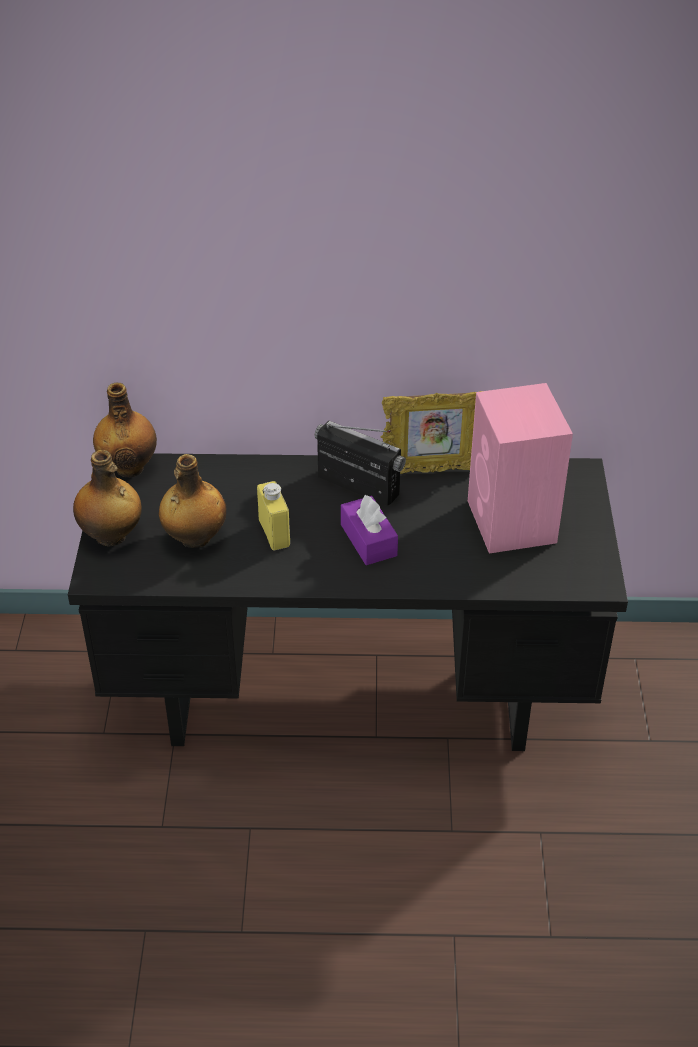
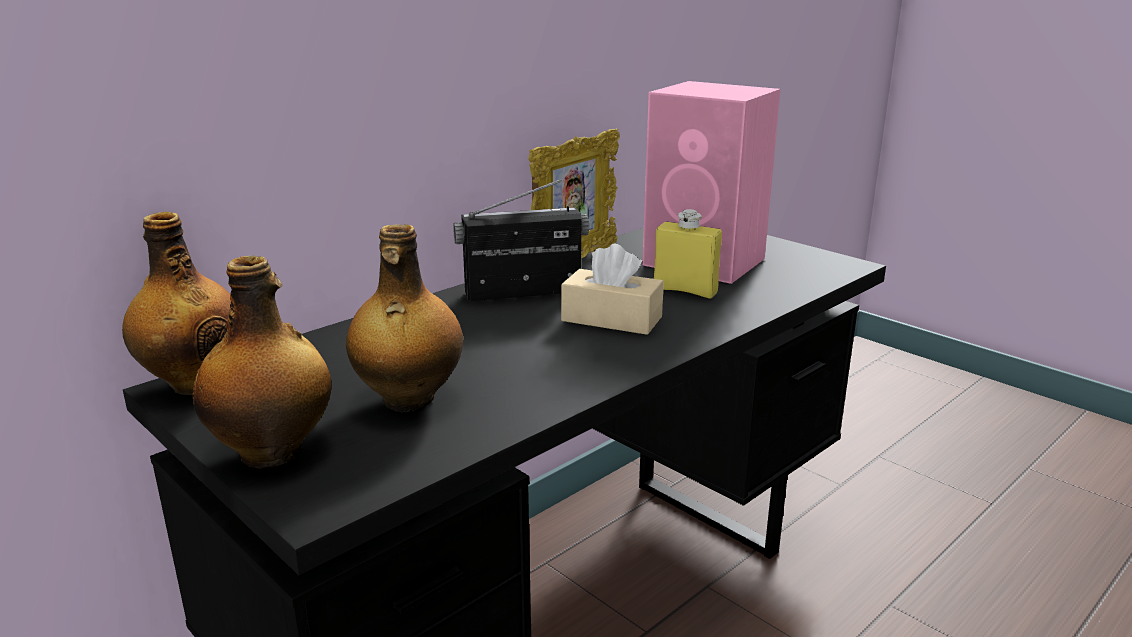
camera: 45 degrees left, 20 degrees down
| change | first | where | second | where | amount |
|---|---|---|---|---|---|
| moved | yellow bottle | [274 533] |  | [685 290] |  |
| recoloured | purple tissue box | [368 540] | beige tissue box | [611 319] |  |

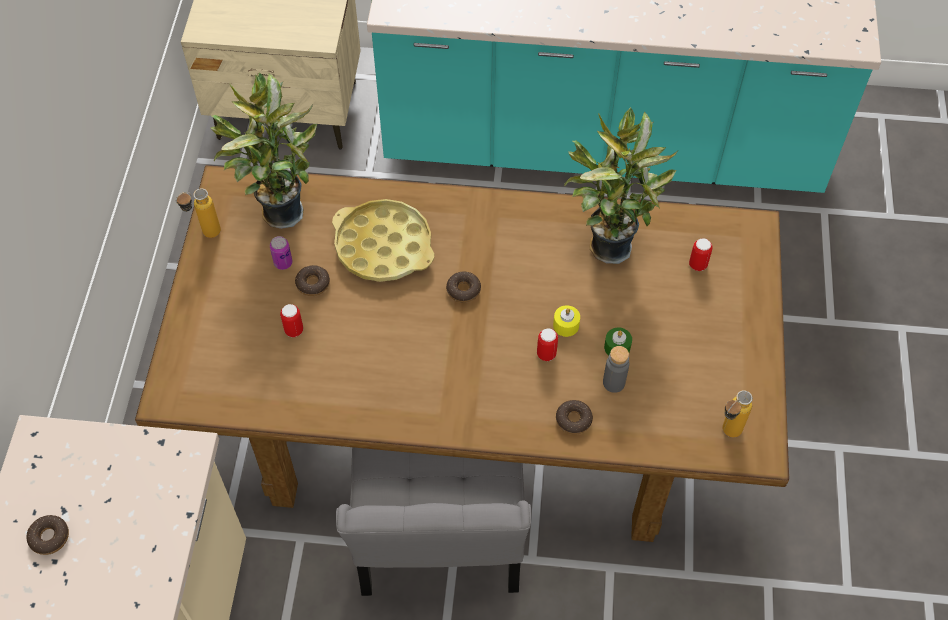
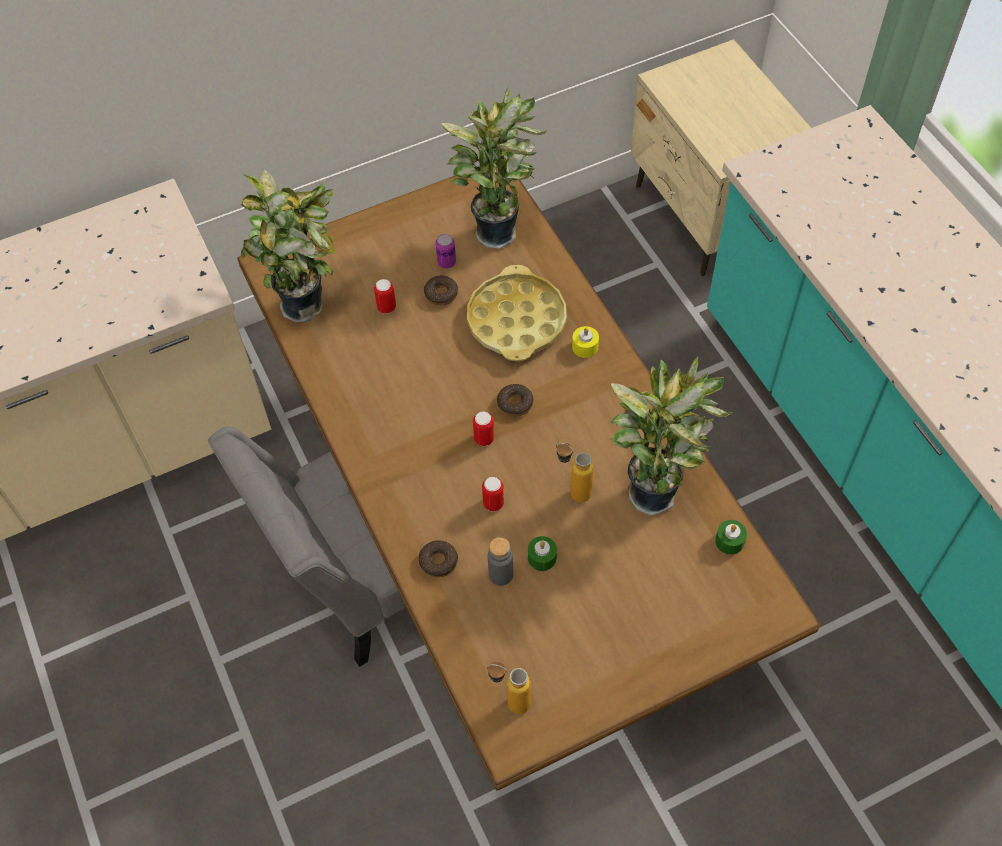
camera: 60 degrees right, 0 degrees up
| change | first | where | second | where | amount |
|---|---|---|---|---|---|
| removed | donut | [49 537] |  |  |  |
| added |  |  | potted plant | [308 304] |  |
| added |  |  | green candle | [729 541] |  |
| moved | bottle | [205 234] |  | [572 491] |  |
| moved | yellow candle | [566 325] |  | [585 347] |  |
| moved | can | [698 265] |  | [484 439] |  |

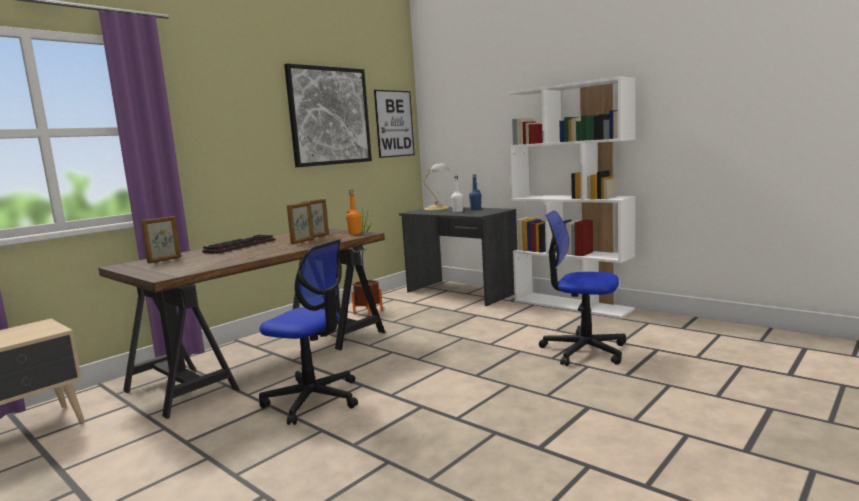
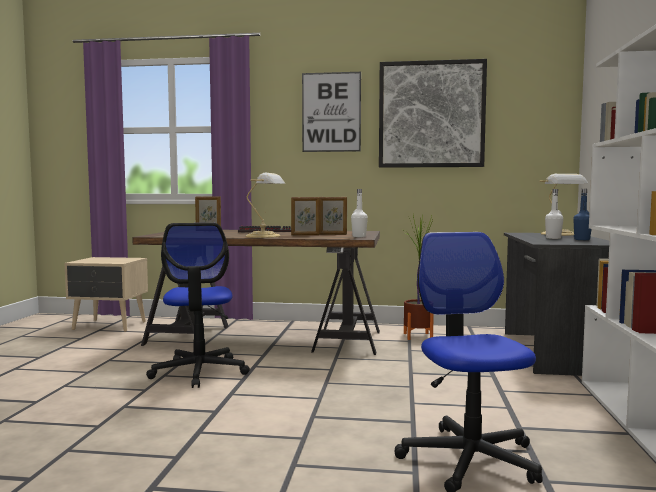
camera: 55 degrees right, 5 degrees down
| change | first | where | second | where | amount |
|---|---|---|---|---|---|
| added |  |  | table lamp | [265 236] |  |
| moved | picture | [394 123] |  | [331 112] |  |
| recoloured | orange bottle | [355 233] | white bottle | [359 236] |  |

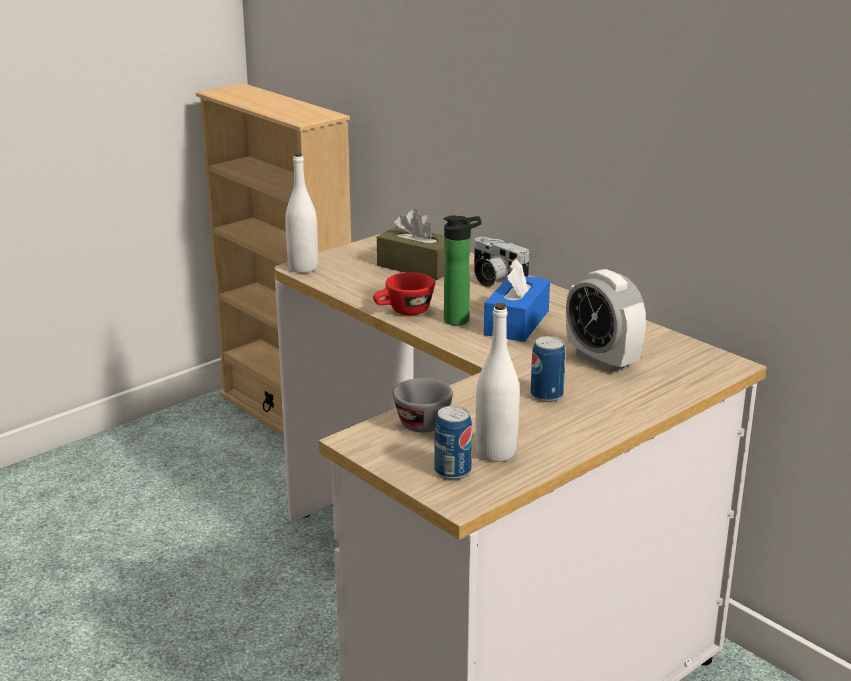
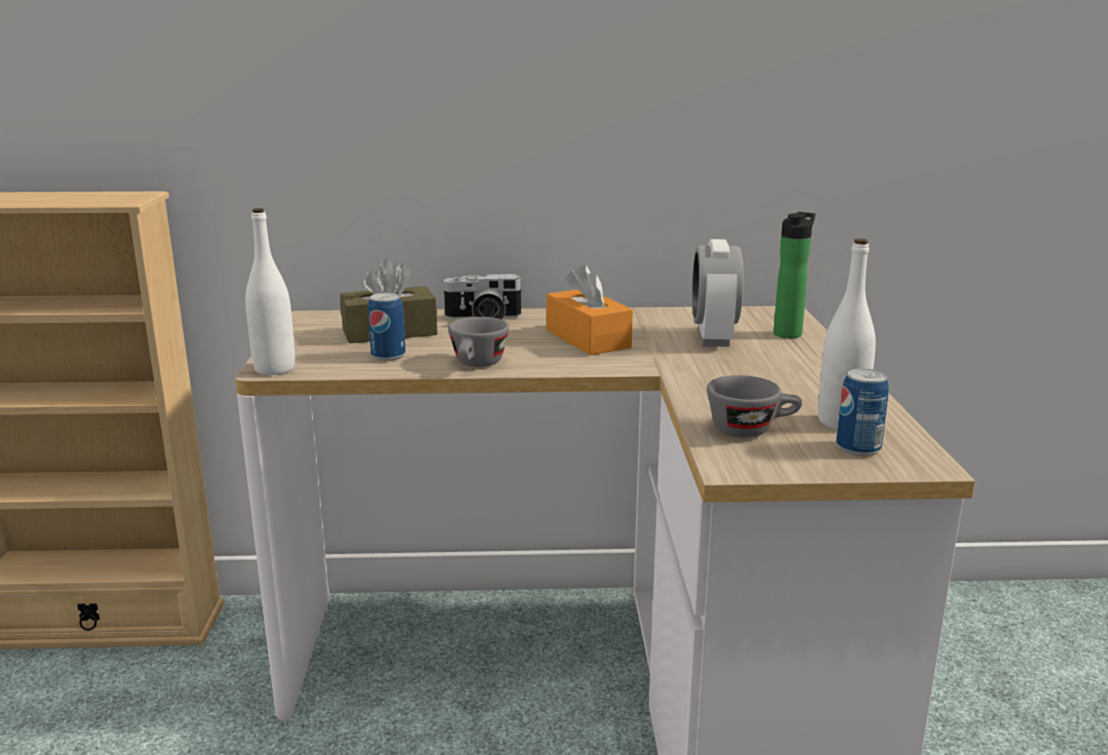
camera: 50 degrees left, 5 degrees down
| change | first | where | second | where | amount |
|---|---|---|---|---|---|
| moved | bottle | [460 320] |  | [789 333] |  |
| moved | can | [546 395] |  | [388 356] |  |
| recoloured | red cup | [403 312] | grey cup | [477 365] |  |
| recoloured | blue tissue box | [516 323] | orange tissue box | [588 339] |  |
| turned | alarm clock | [602 360] |  | [713 338] | 90 degrees clockwise |

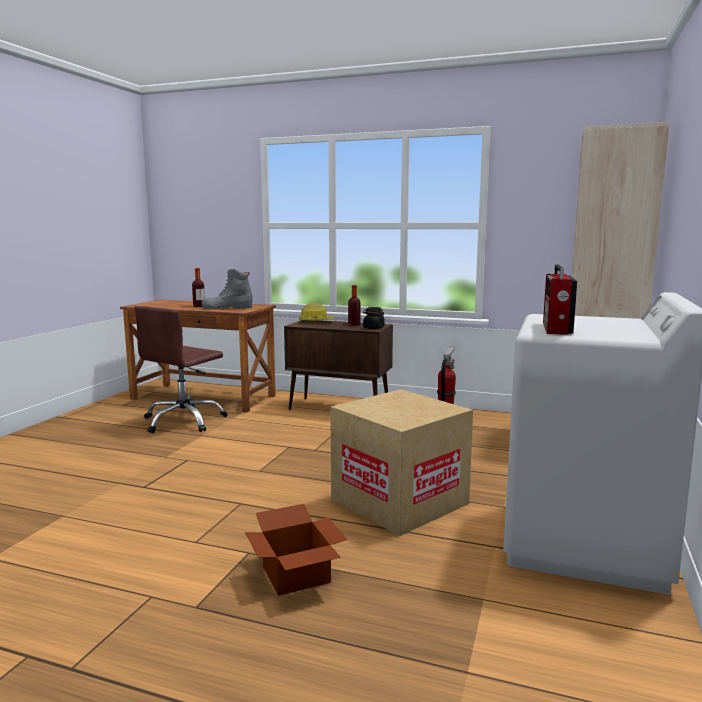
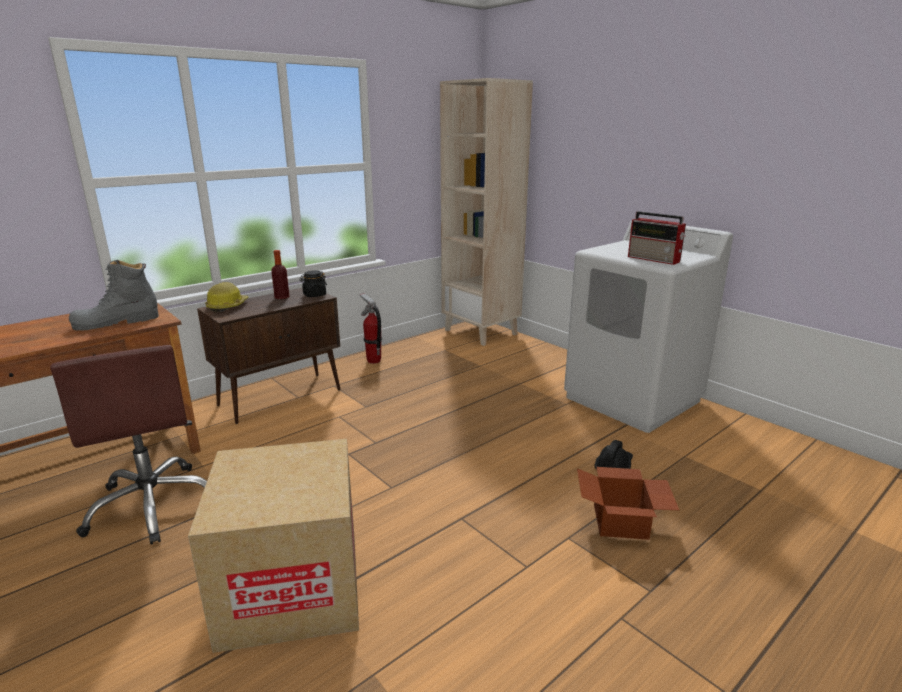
camera: 60 degrees left, 10 degrees up
| change | first | where | second | where | amount |
|---|---|---|---|---|---|
| removed | bottle | [199 306] |  |  |  |
| added |  |  | black hard hat | [613 466] |  |
| moved | cardboard box | [399 501] |  | [292 588] |  |
| turned | grey boot | [227 308] |  | [117 322] | 45 degrees clockwise |

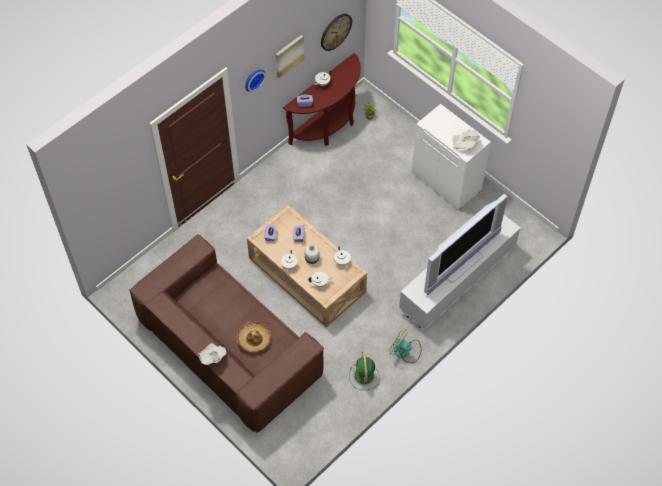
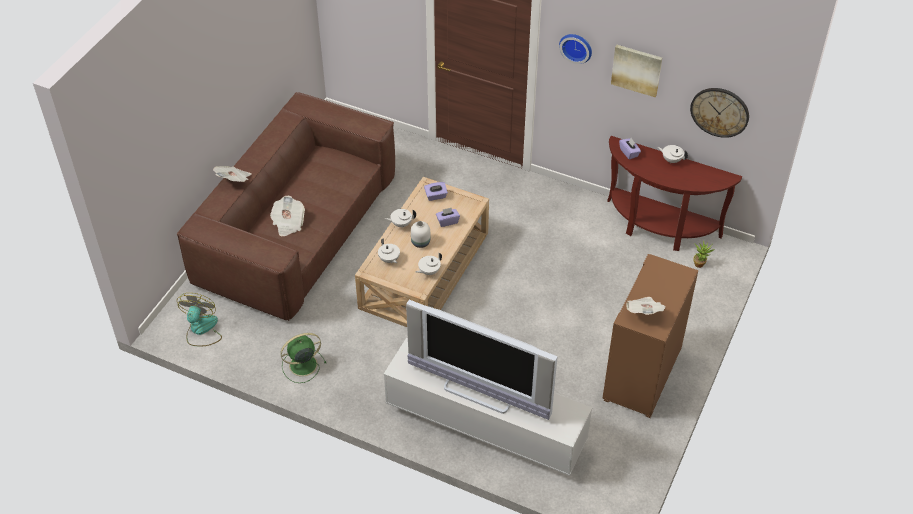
camera: 70 degrees right, 10 degrees down
| change | first | where | second | where | amount |
|---|---|---|---|---|---|
| moved | fan | [405 351] |  | [201 330] |  |
| replaced | hat | [254 339] | newspaper | [288 223] |  |
| recoloured | white cabinet | [447 181] | brown cabinet | [643 374] |  |

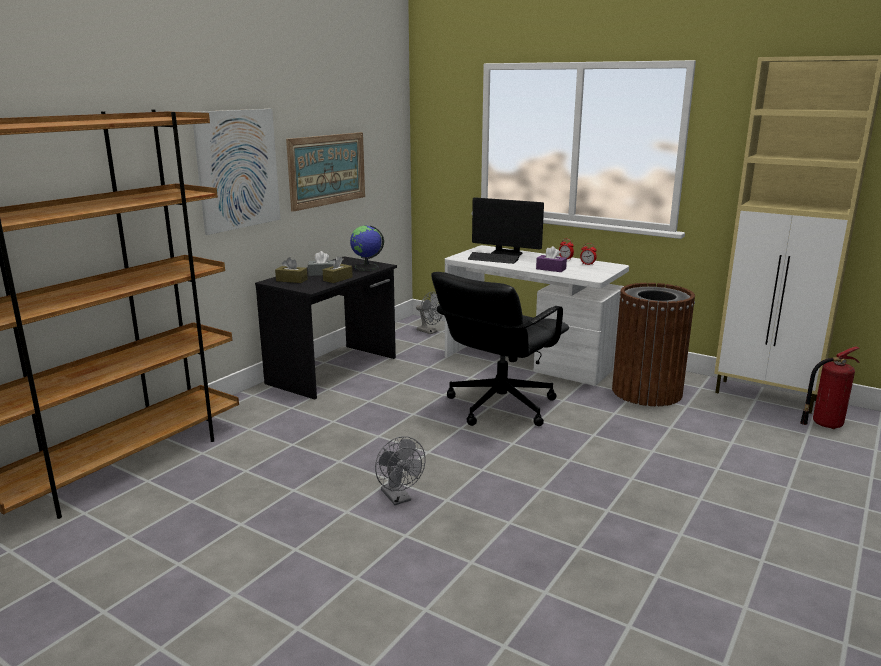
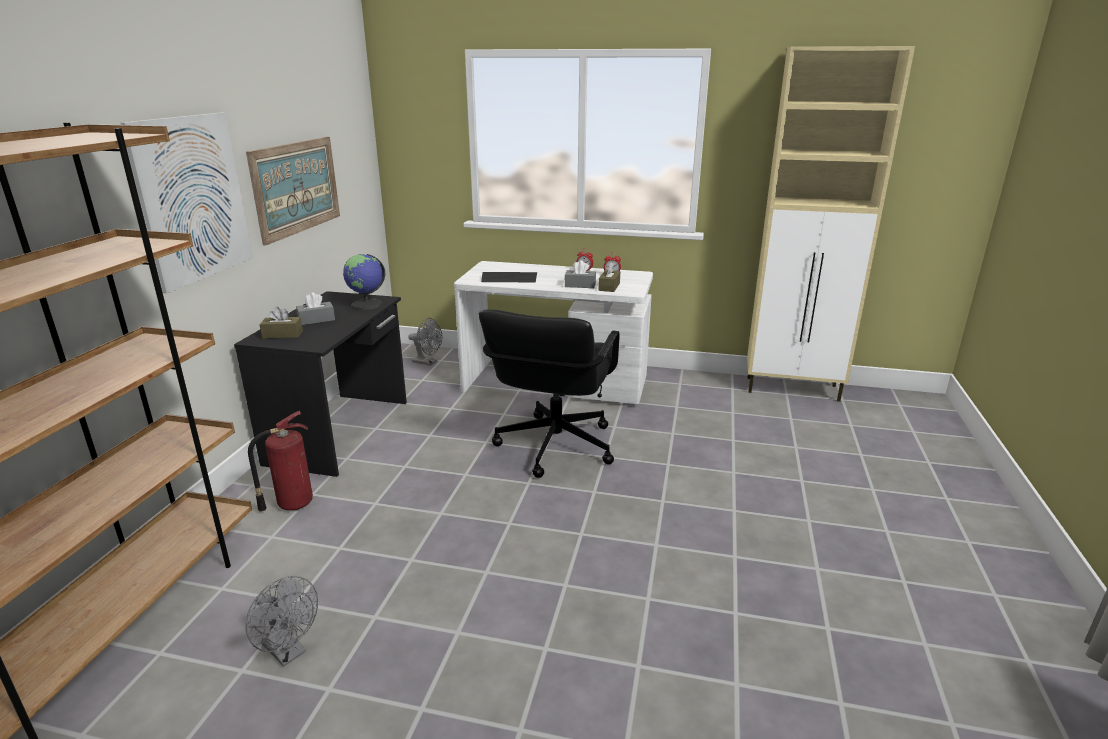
camera: 20 degrees left, 5 degrees up
| change | first | where | second | where | amount |
|---|---|---|---|---|---|
| removed | monitor | [506 253] |  |  |  |
| removed | brown trash can | [646 391] |  |  |  |
| moved | brown tissue box | [338 279] |  | [609 287] |  |
| moved | grey fan | [399 498] |  | [288 652] |  |
| moved | fire extinguisher | [824 424] |  | [292 504] |  |
| recoloured | purple tissue box | [551 269] | grey tissue box | [580 285] |  |

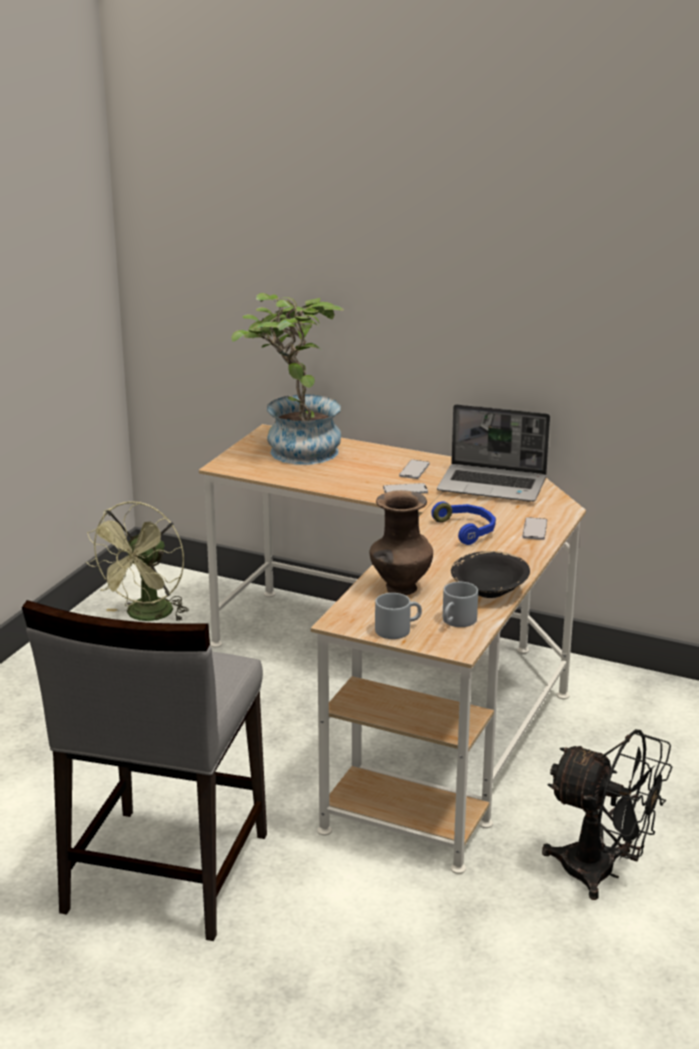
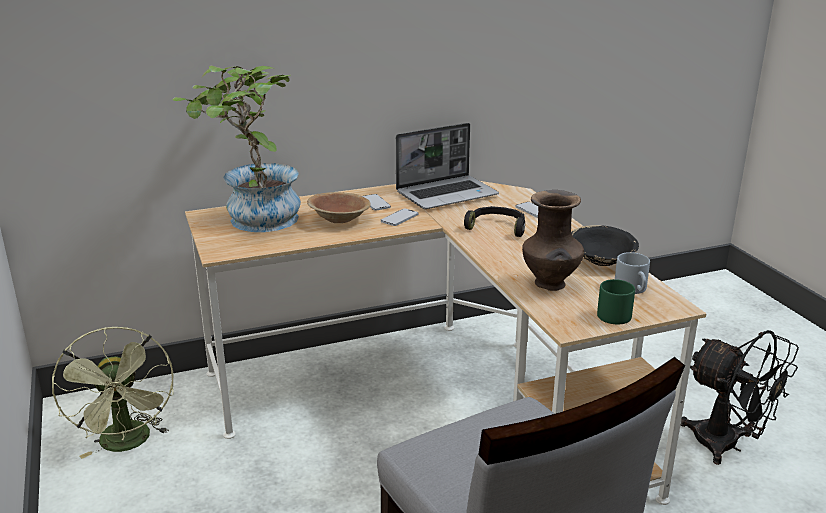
camera: 45 degrees left, 0 degrees up
| change | first | where | second | where | amount |
|---|---|---|---|---|---|
| added |  |  | brown bowl | [339 219] |  |
| recoloured | grey mug | [398 629] | green mug | [614 313] |  |
| recoloured | blue headphones | [467 530] | black headphones | [497 227] |  |
| turned | black fan | [602 873] |  | [727 445] | 60 degrees clockwise |

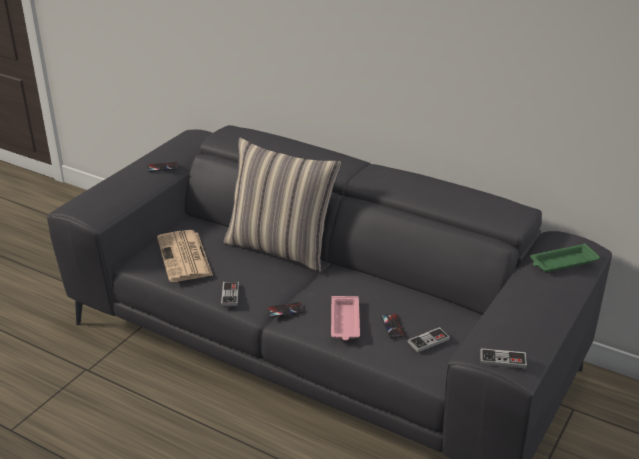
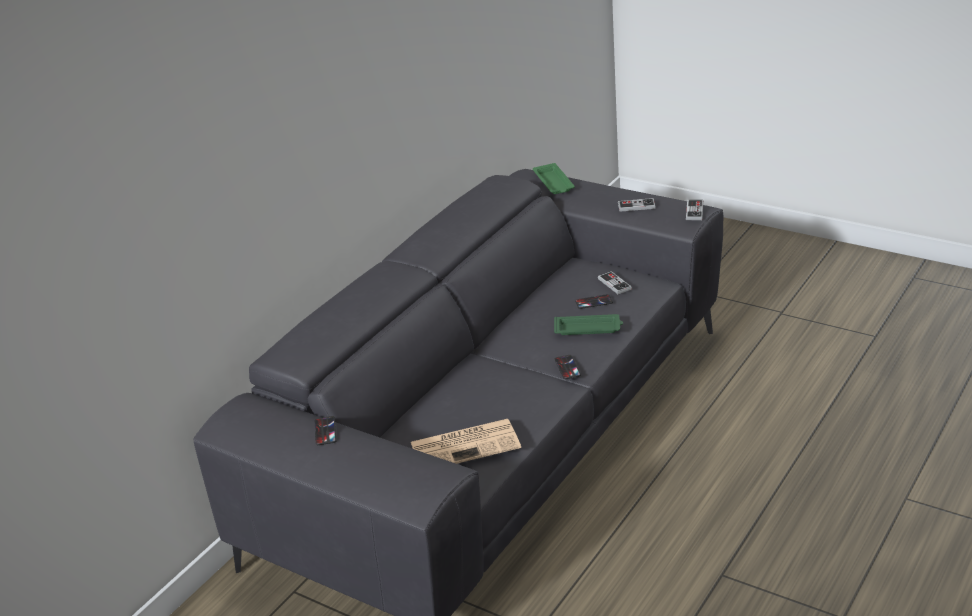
camera: 85 degrees left, 0 degrees up
| change | first | where | second | where | amount |
|---|---|---|---|---|---|
| removed | pillow | [281 248] |  |  |  |
| moved | game controller | [230 295] |  | [636 206] |  |
| recoloured | pink tray | [345 322] | green tray | [588 328] |  |

